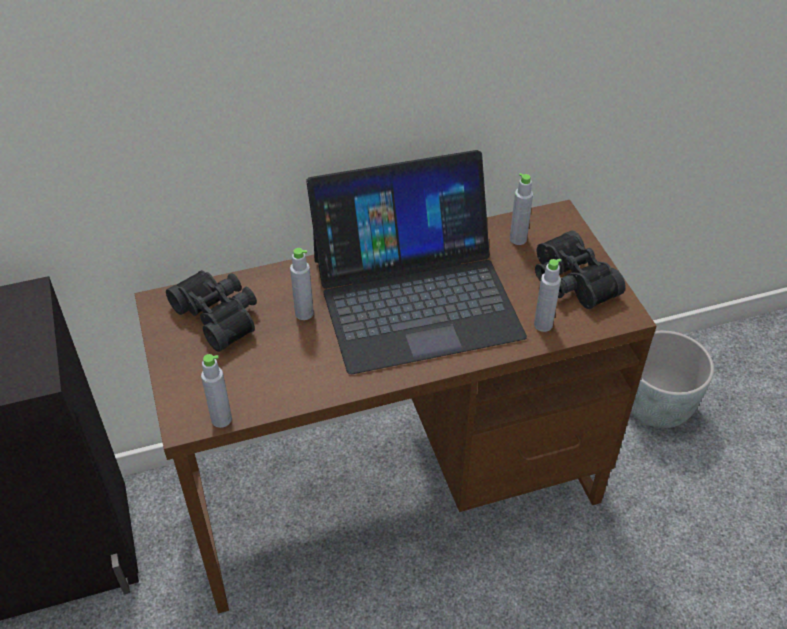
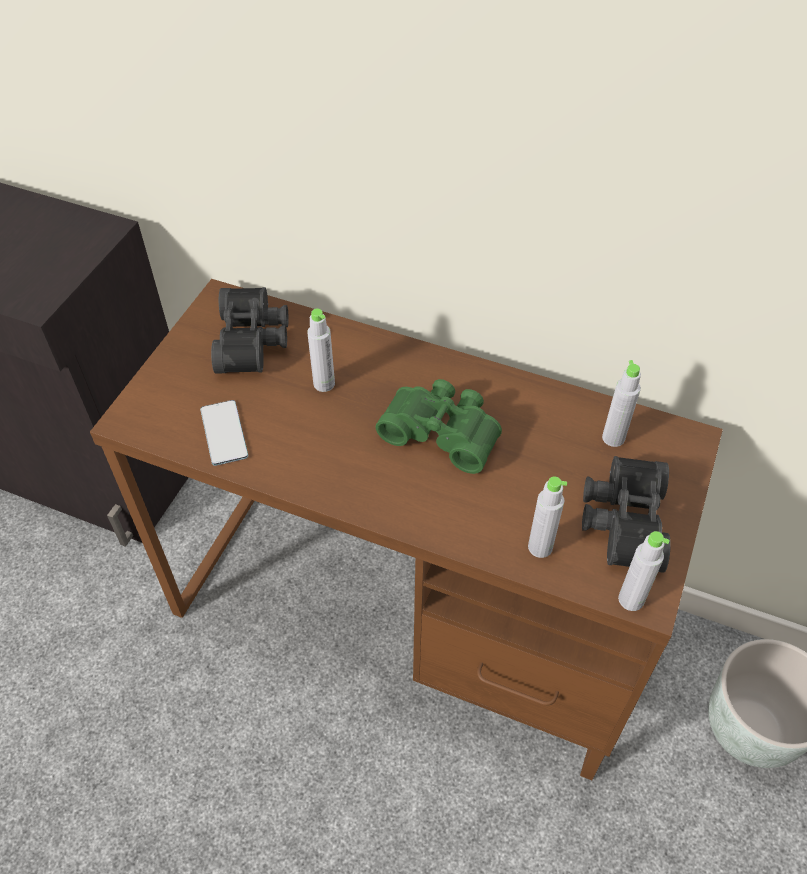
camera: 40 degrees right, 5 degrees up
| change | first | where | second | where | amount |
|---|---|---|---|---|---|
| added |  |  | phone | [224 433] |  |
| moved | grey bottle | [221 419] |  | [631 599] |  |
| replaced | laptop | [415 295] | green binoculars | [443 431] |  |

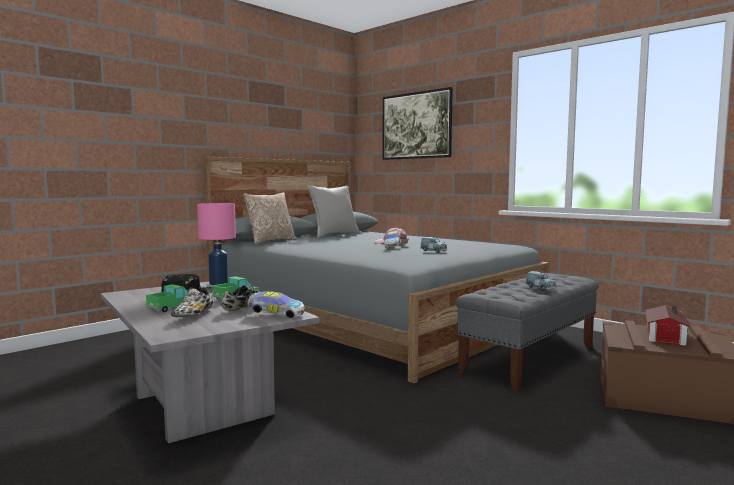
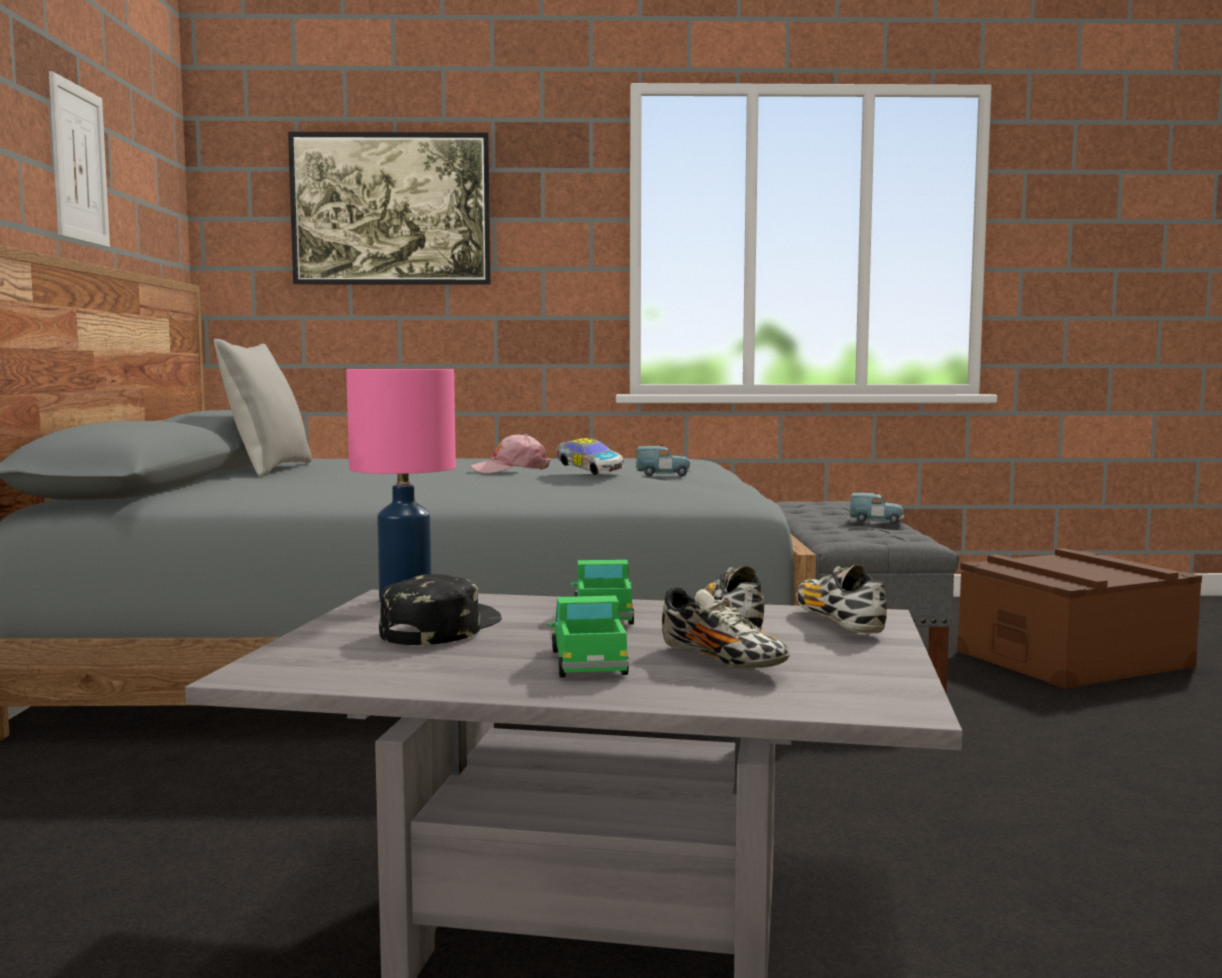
camera: 45 degrees left, 0 degrees up
| change | first | where | second | where | amount |
|---|---|---|---|---|---|
| removed | pillow | [270 241] |  |  |  |
| removed | toy house | [664 336] |  |  |  |
| added |  |  | picture | [79 164] |  |
| replaced | toy car | [275 314] | shoe | [838 623] |  |

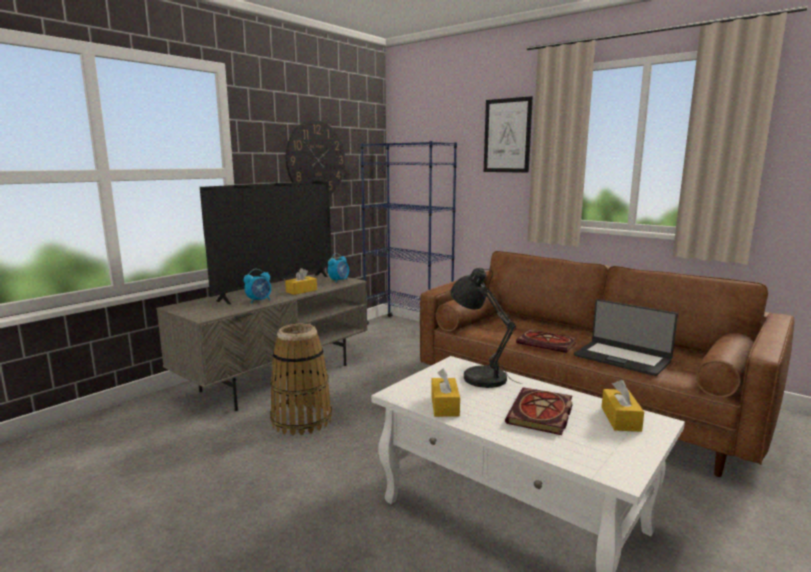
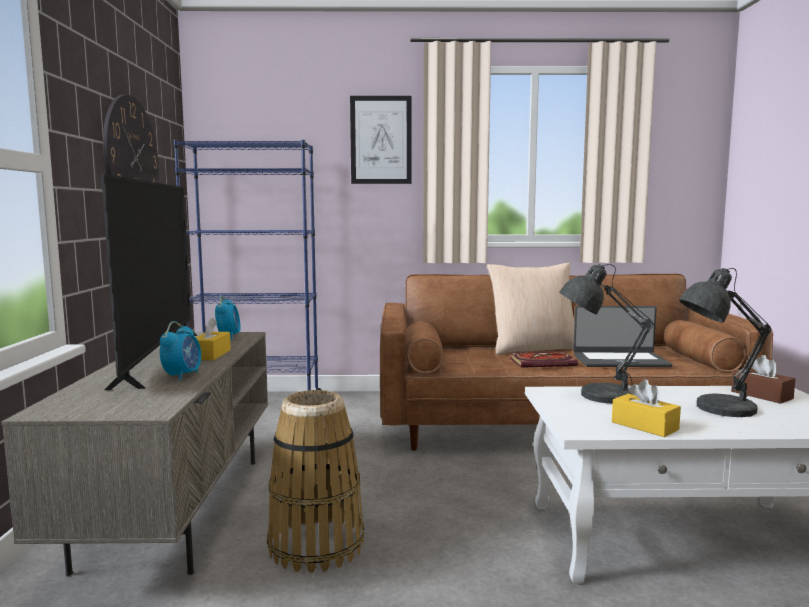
camera: 40 degrees left, 5 degrees down
| change | first | where | second | where | amount |
|---|---|---|---|---|---|
| added |  |  | beige pillow | [533 349] |  |
| replaced | book | [541 414] | grey table lamp | [718 408] |  |
| recoloured | yellow tissue box | [620 419] | brown tissue box | [761 395] |  |

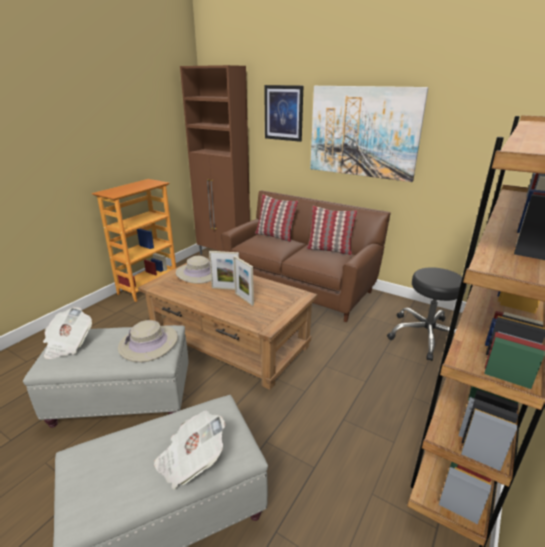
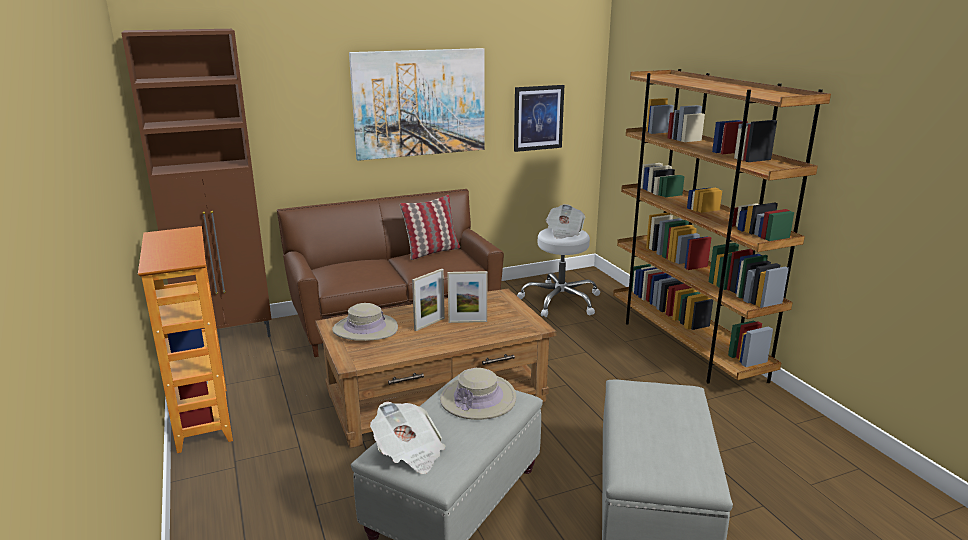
camera: 55 degrees left, 5 degrees down
| change | first | where | second | where | amount |
|---|---|---|---|---|---|
| removed | pillow | [275 236] |  |  |  |
| moved | newspaper | [191 460] |  | [564 232] |  |
| moved | picture | [283 113] |  | [538 118] |  |
| recoloured | black stool | [426 336] | white stool | [560 301] |  |

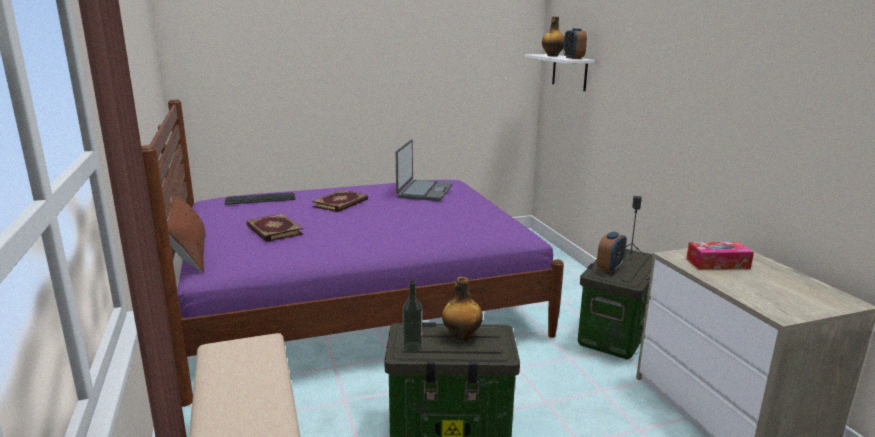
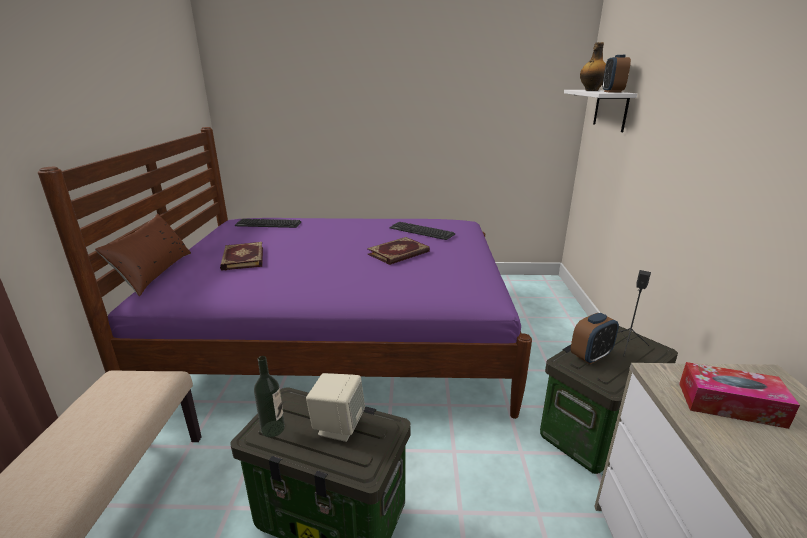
camera: 20 degrees right, 5 degrees up
| change | first | where | second | where | amount |
|---|---|---|---|---|---|
| moved | book | [341 203] |  | [399 253] |  |
| replaced | laptop | [424 191] | keyboard | [421 231] |  |
| replaced | bottle | [461 336] | beige speaker | [338 426] |  |

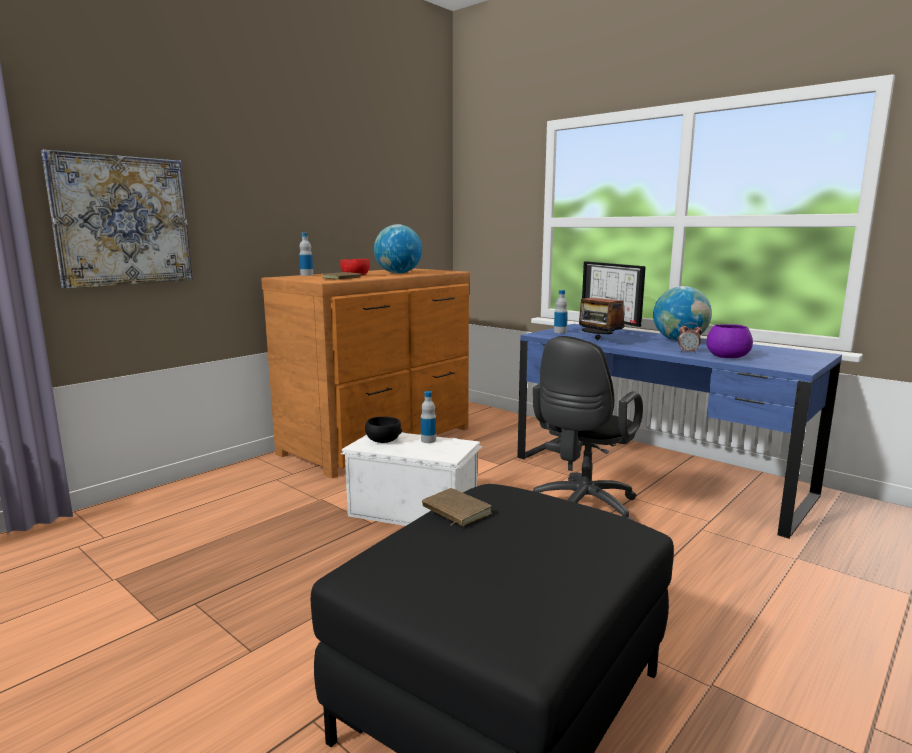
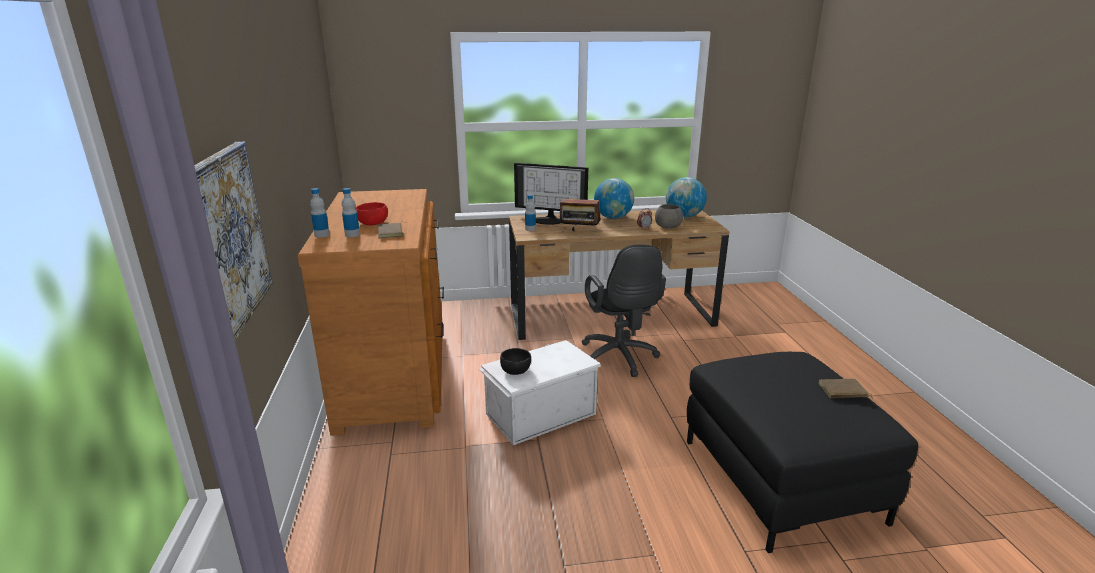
camera: 50 degrees left, 10 degrees up
| change | first | where | second | where | amount |
|---|---|---|---|---|---|
| moved | globe | [398 273] |  | [684 216] |  |
| moved | bottle | [428 440] |  | [352 235] |  |
| moved | brown book | [454 511] |  | [843 391] |  |
| recoloured | blue desk | [656 475] | brown desk | [610 315] |  |
| recoloured | purple bowl | [726 356] | grey bowl | [667 226] |  |

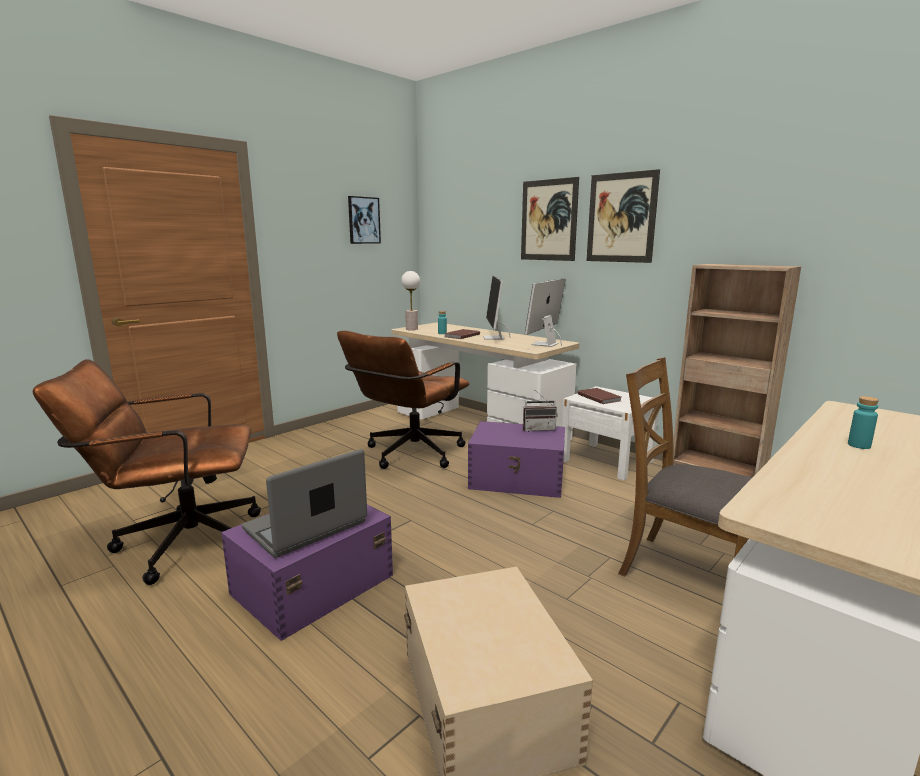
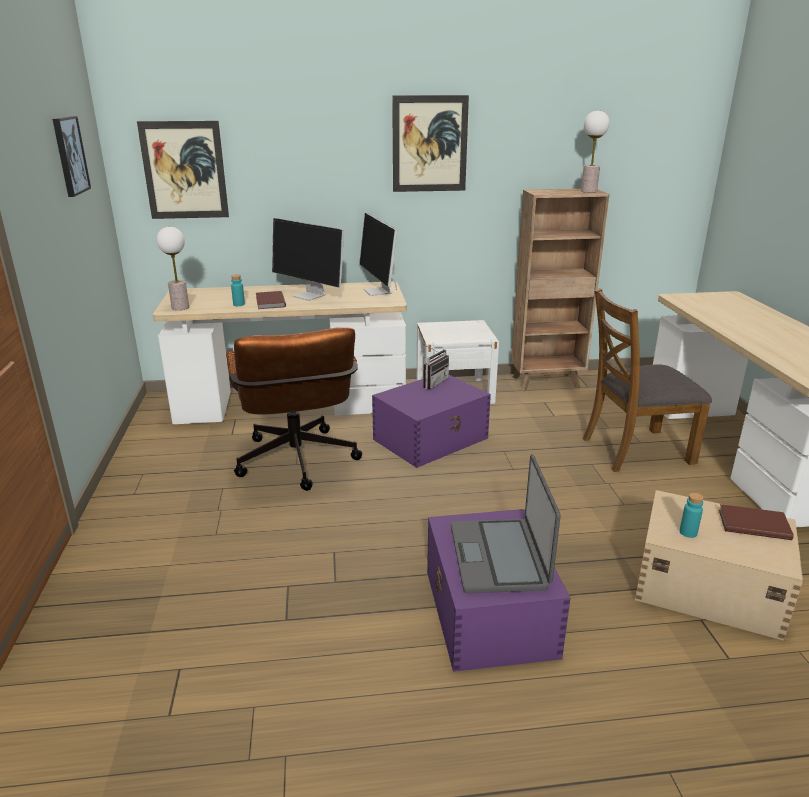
camera: 50 degrees left, 10 degrees up
| change | first | where | second | where | amount |
|---|---|---|---|---|---|
| removed | brown office chair | [177 543] |  |  |  |
| added |  |  | table lamp | [589 191] |  |
| moved | picture | [548 220] |  | [184 170] |  |
| moved | brown book | [599 397] |  | [752 523] |  |
| moved | turquoise bottle | [859 445] |  | [688 532] |  |

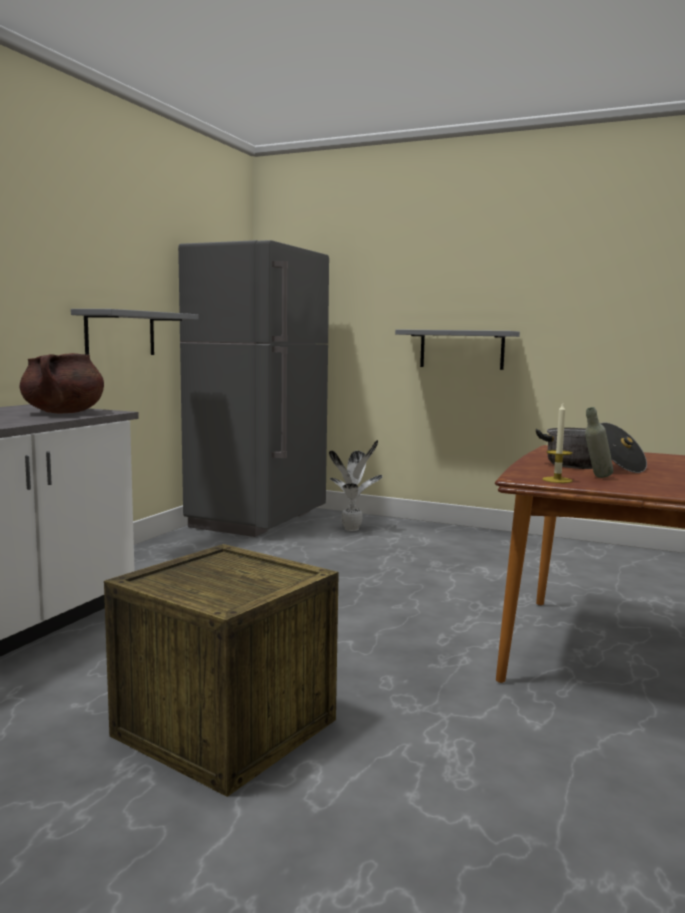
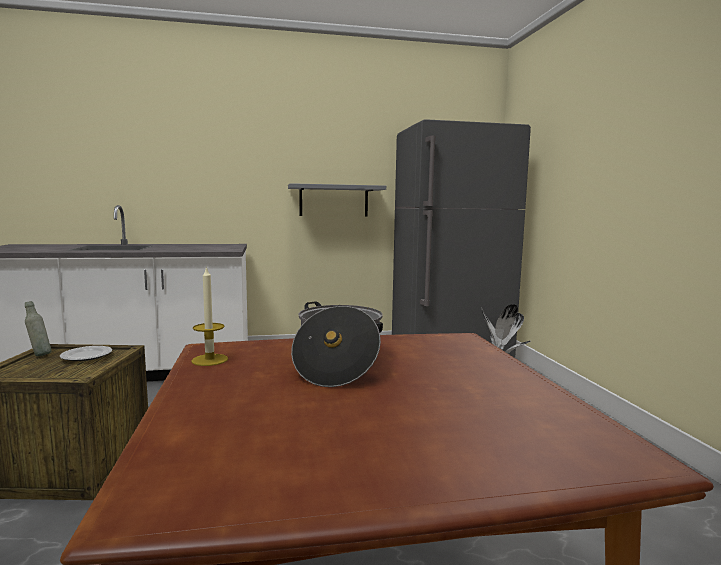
camera: 55 degrees right, 0 degrees up
| change | first | where | second | where | amount |
|---|---|---|---|---|---|
| removed | brown cooking pot | [63 413] |  |  |  |
| removed | grey shelf | [461 349] |  |  |  |
| added |  |  | plate | [87 356] |  |
| moved | grey bottle | [596 477] |  | [39 355] |  |

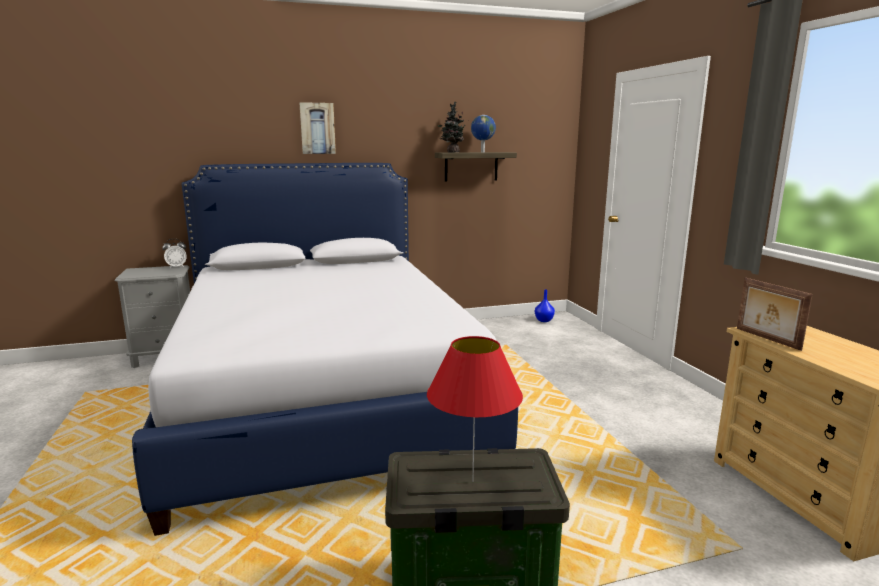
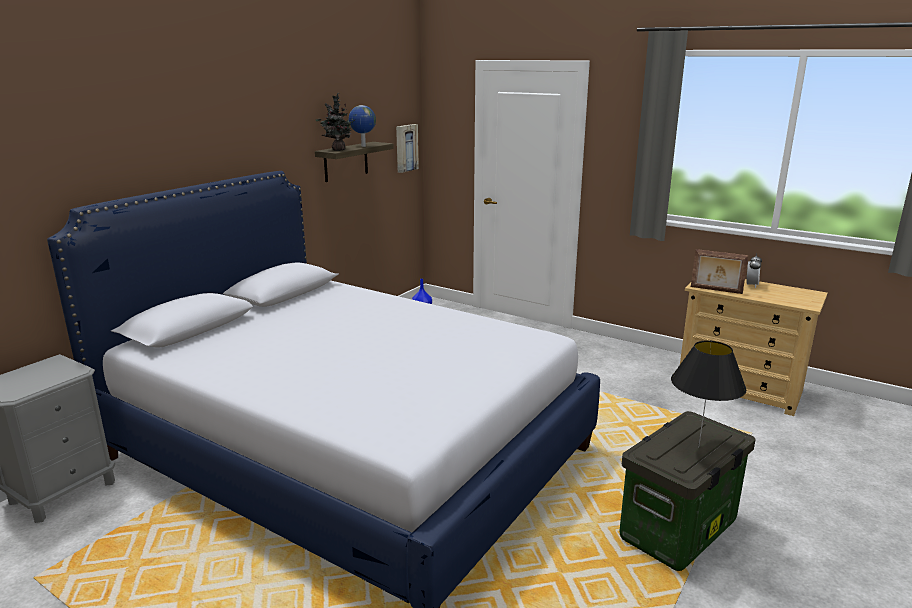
camera: 40 degrees left, 5 degrees up
| change | first | where | second | where | amount |
|---|---|---|---|---|---|
| moved | alarm clock | [176 267] |  | [751 285] |  |
| moved | picture | [317 128] |  | [406 148] |  |
| recoloured | red table lamp | [472 481] | black table lamp | [698 447] |  |

